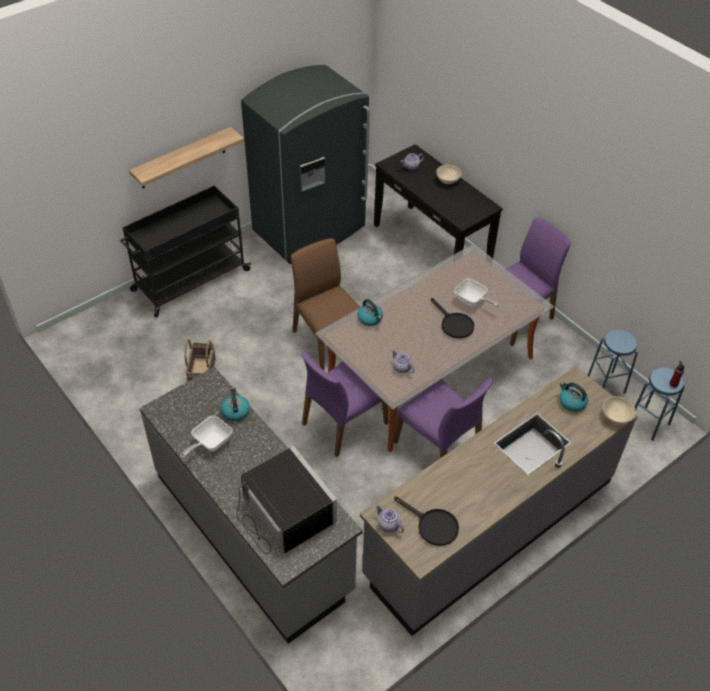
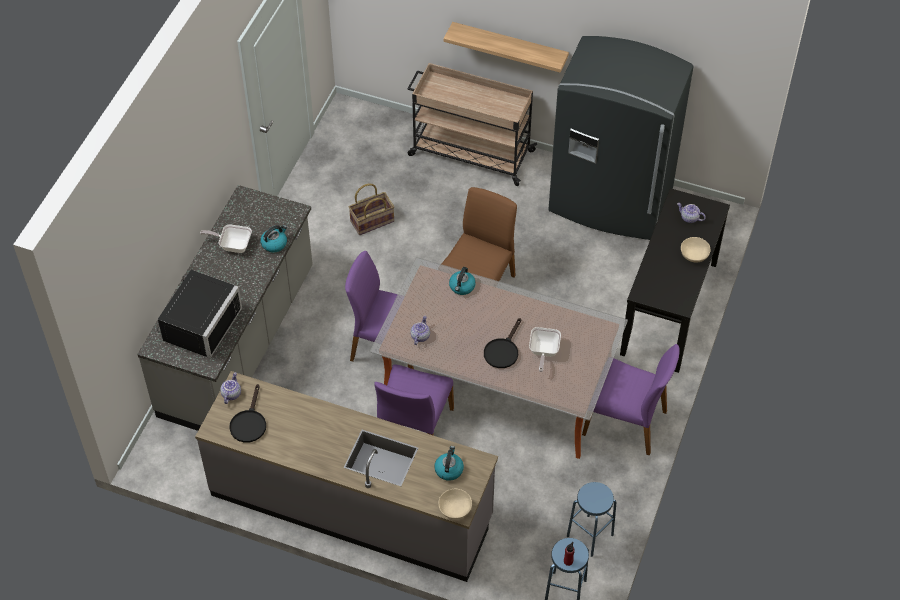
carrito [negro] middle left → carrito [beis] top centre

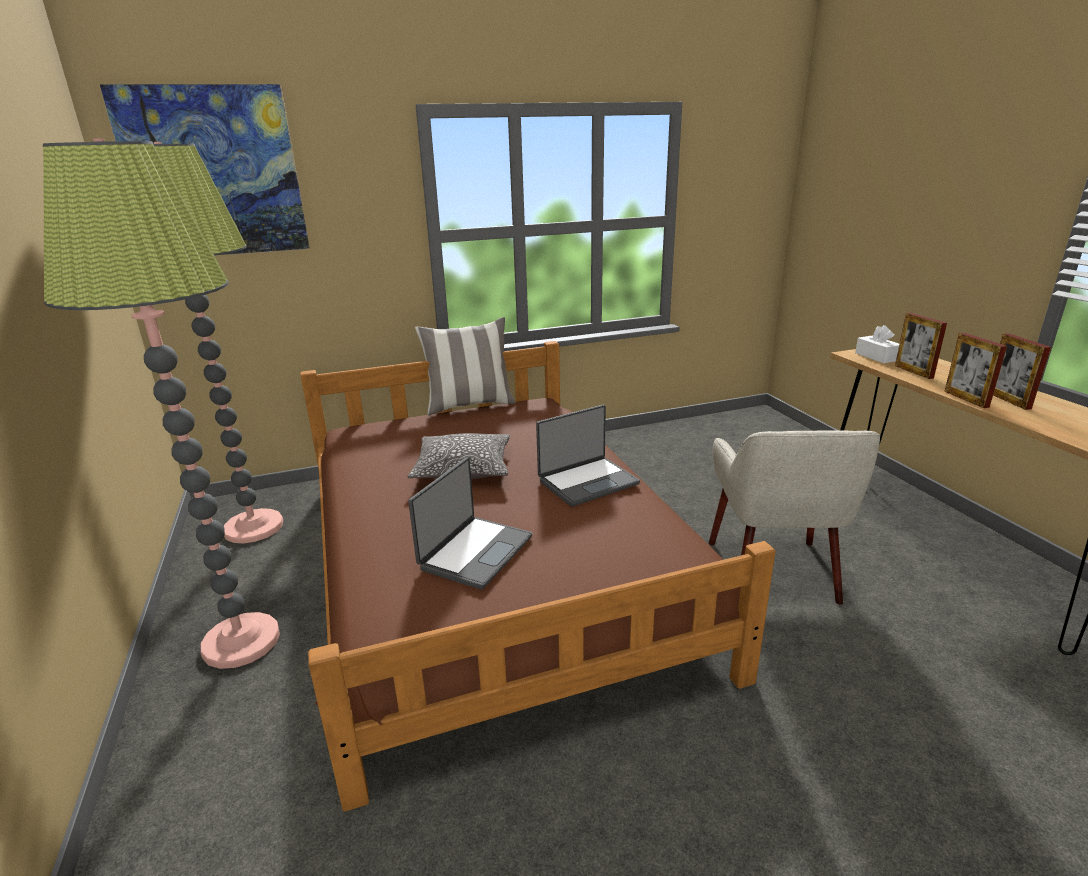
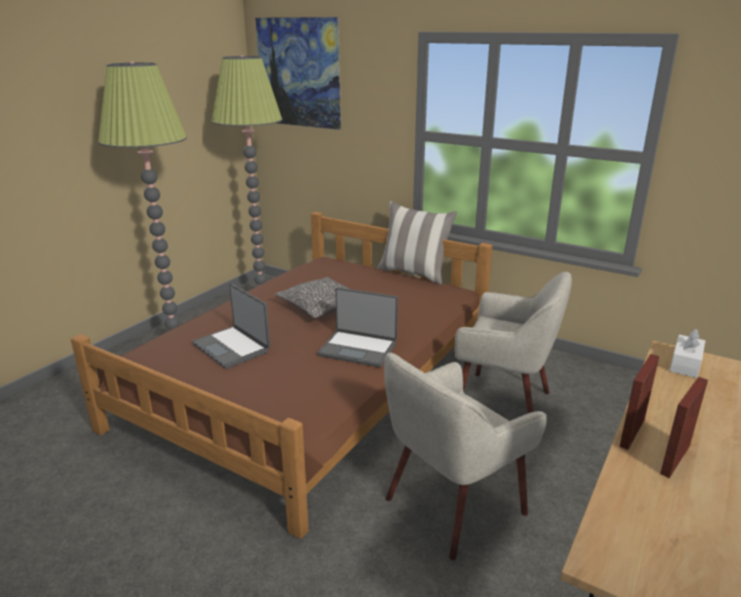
portátil (no. 1 from left) centre → portátil (no. 1 from left) middle left, 60 degrees clockwise
- → sillón [beis] (no. 2 from left) middle right
portarretratos (no. 1 from left) middle right → -

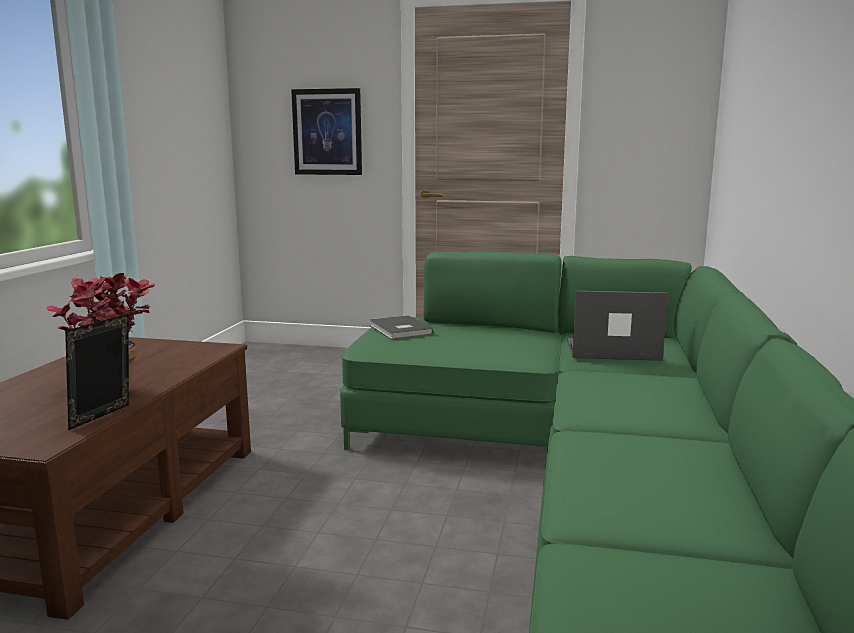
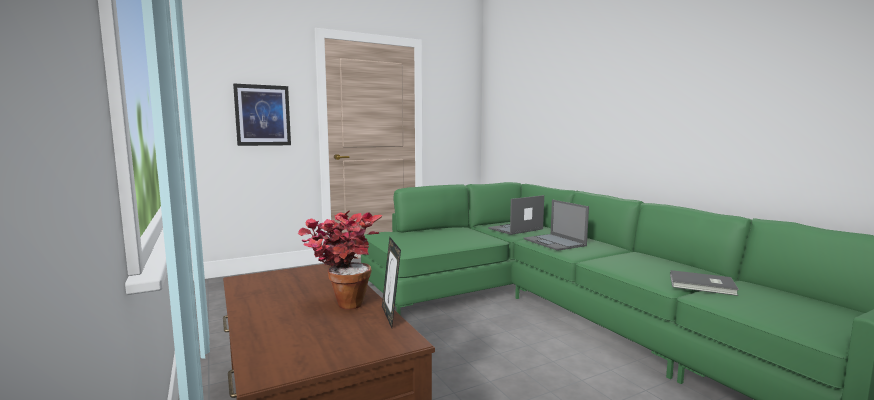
- → portátil (no. 2 from left) centre
libro [gris] centre → libro [gris] bottom right, relocated

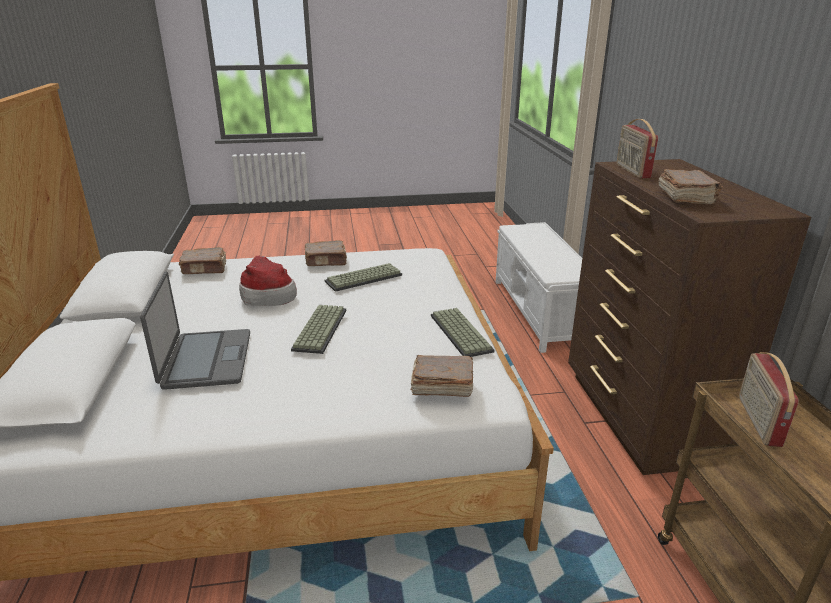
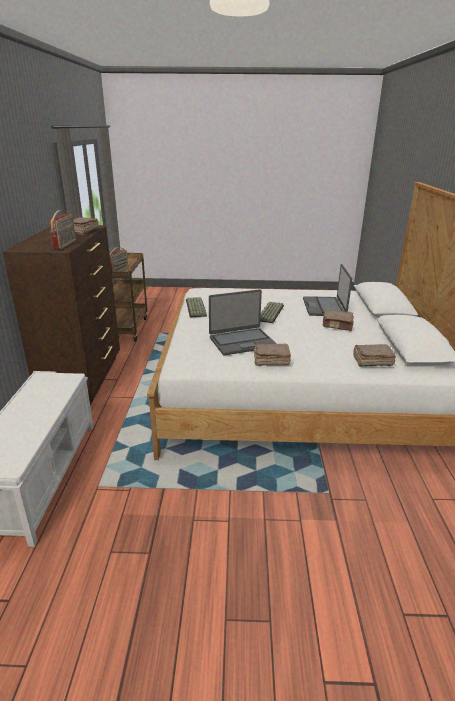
teclado (no. 2 from left) centre → portátil (no. 1 from left) centre
libro [marrón] (no. 3 from left) centre → libro [marrón] (no. 3 from left) middle right, relocated
sombrero middle left → -

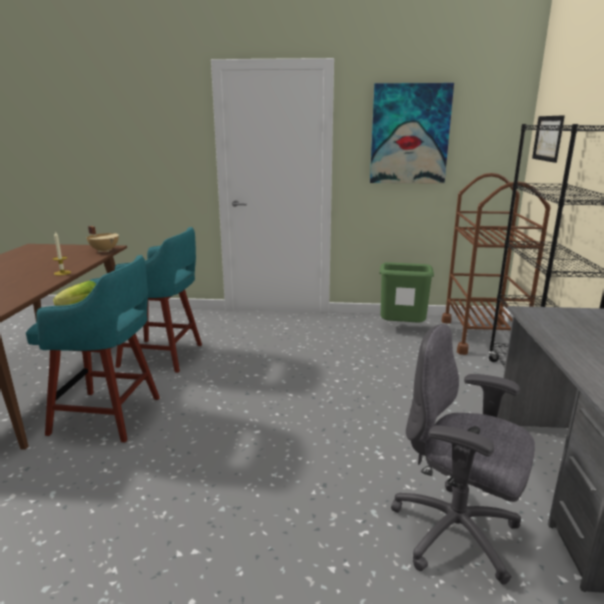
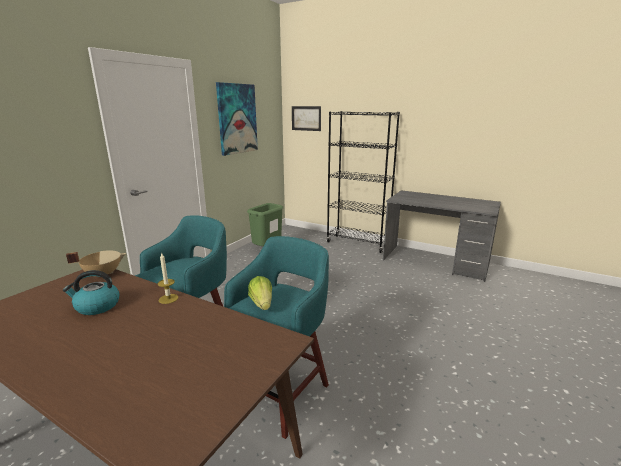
- → hervidor middle left
silla de oficina [gris] bottom right → -
carrito [marrón] middle right → -

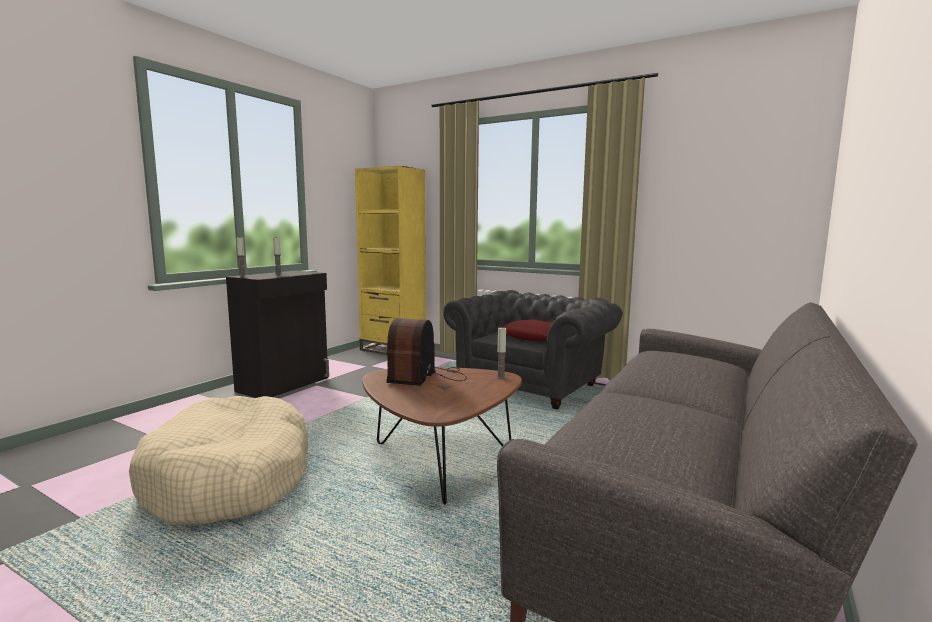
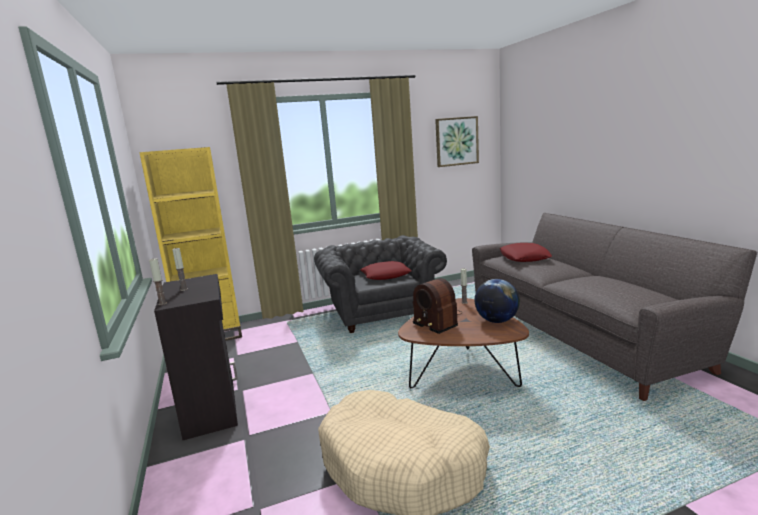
- → cuadro top centre
- → globo terráqueo centre
- → cojín [rojo] (no. 2 from left) middle right

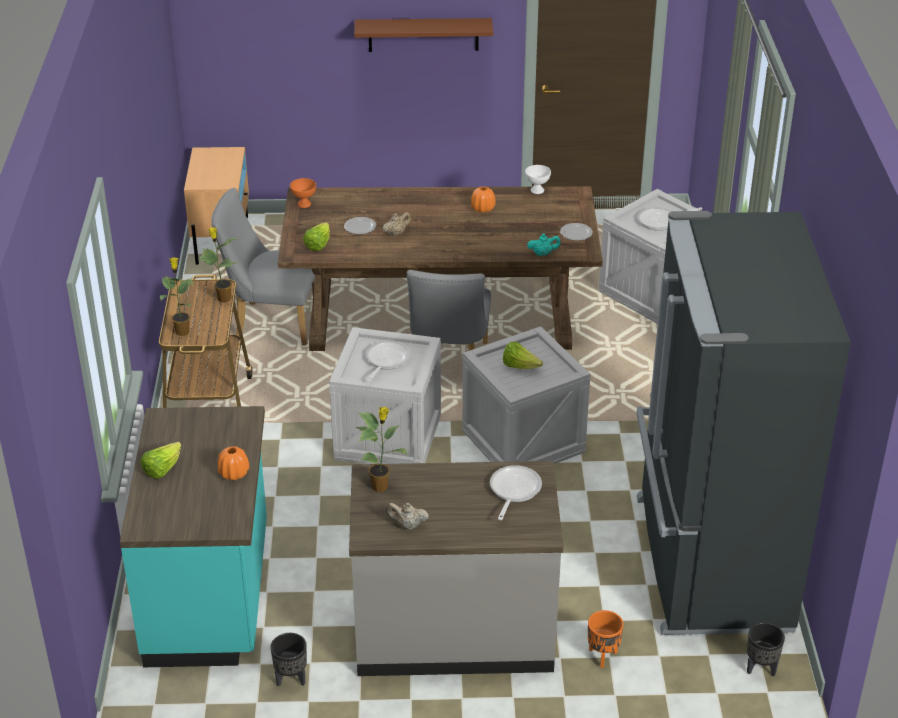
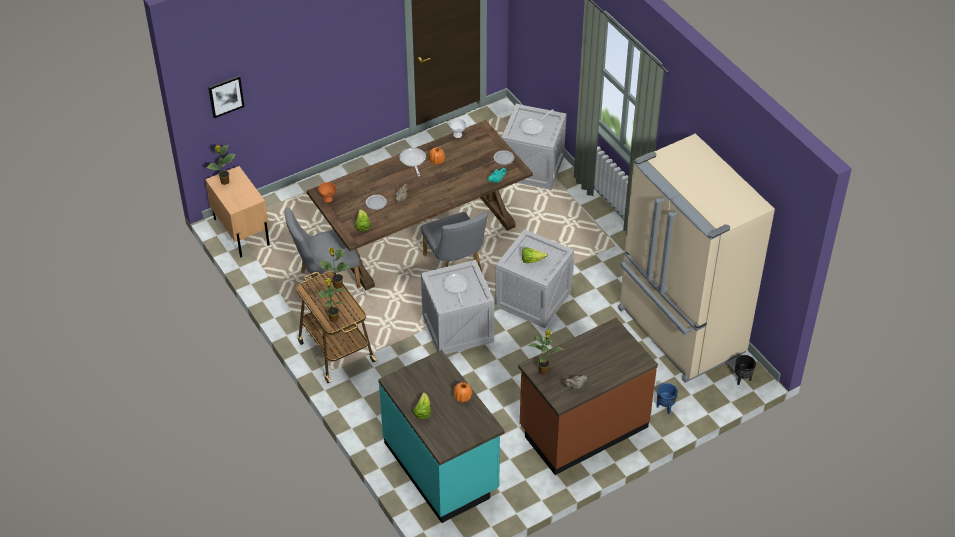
- → planta en maceta (no. 1 from left) top left
- → cuadro top left
sartén (no. 2 from left in the first image) bottom centre → sartén (no. 1 from left) top centre, relocated
mueble bajo de cocina [gris] bottom centre → mueble bajo de cocina [marrón] bottom centre
nevera [negro] middle right → nevera [beis] middle right
maceta [naranja] bottom right → maceta [azul] bottom right
maceta [negro] (no. 1 from left) bottom left → -
estante [marrón] top centre → -

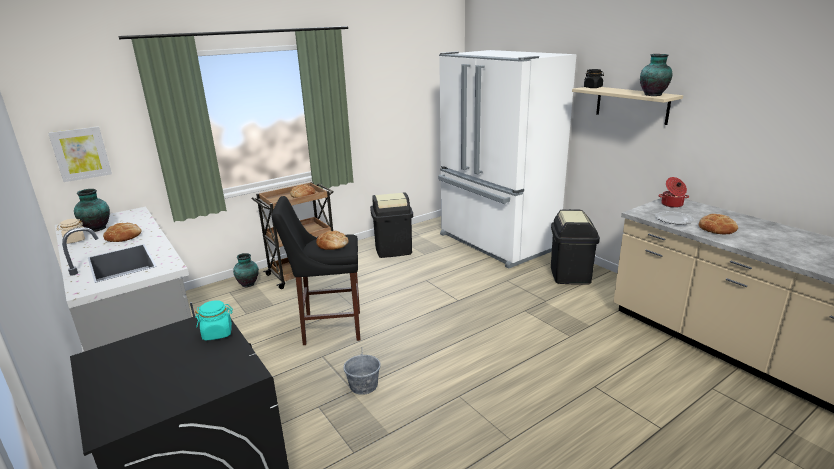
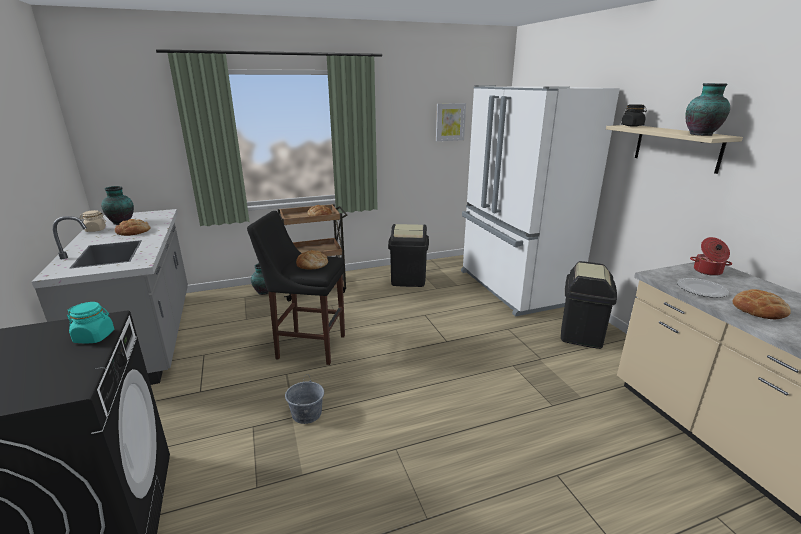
cuadro top left → cuadro top centre, relocated

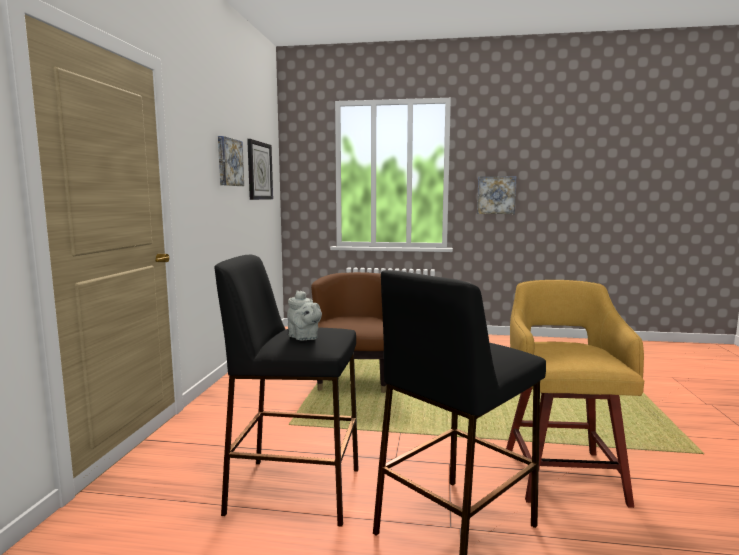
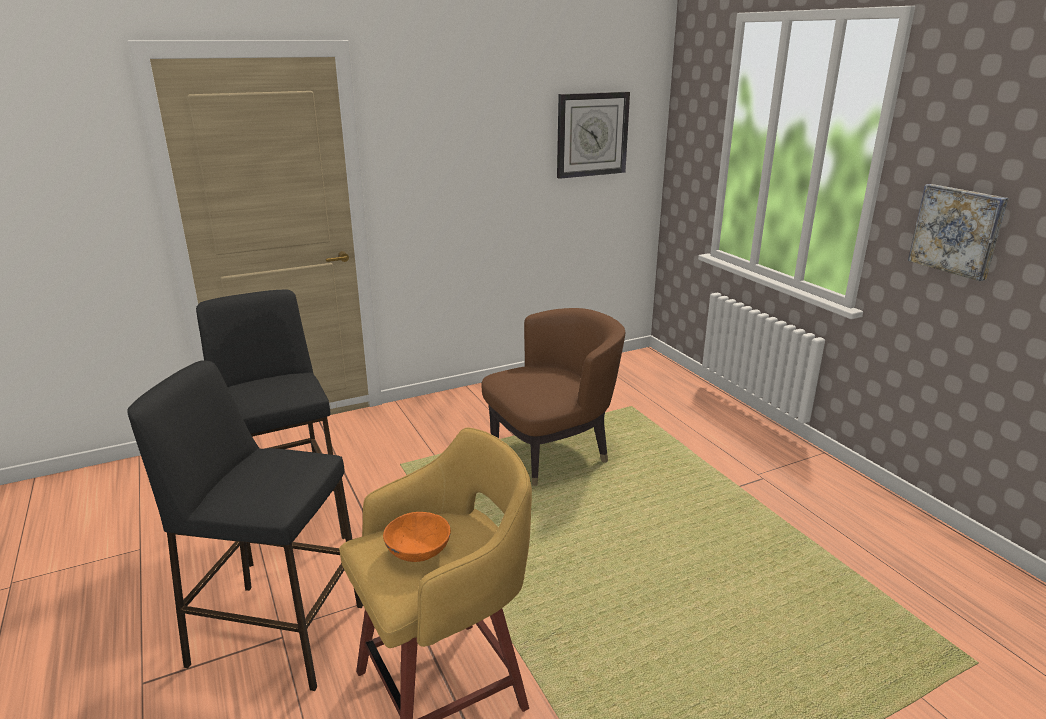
- → cuenco [naranja] bottom centre
cuadro (no. 1 from left) top left → -
tetera [gris] centre → -

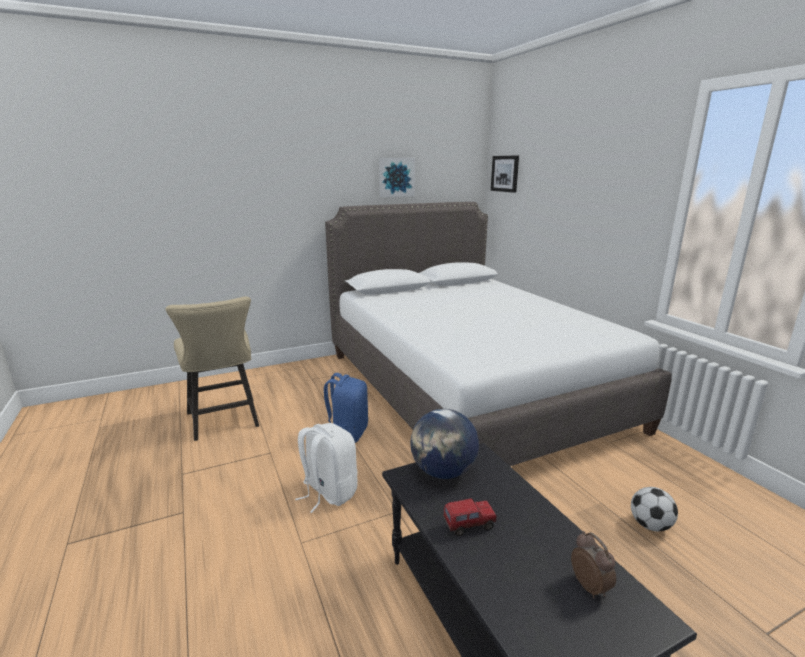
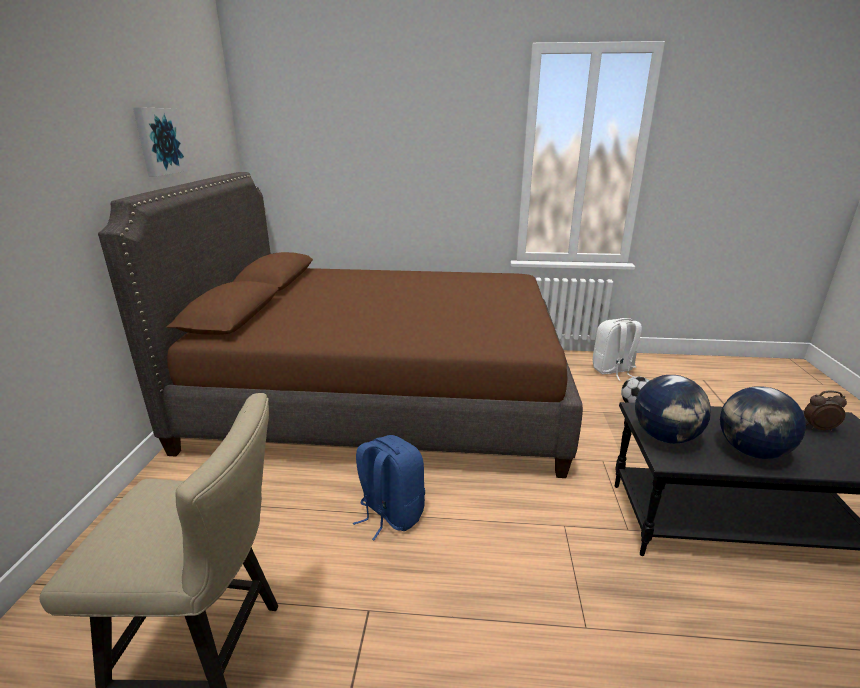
cama [blanco] centre → cama [marrón] centre
mochila [blanco] bottom centre → mochila [blanco] middle right, relocated
camión de juguete bottom centre → globo terráqueo (no. 2 from left) middle right
cuadro (no. 2 from left) top centre → -

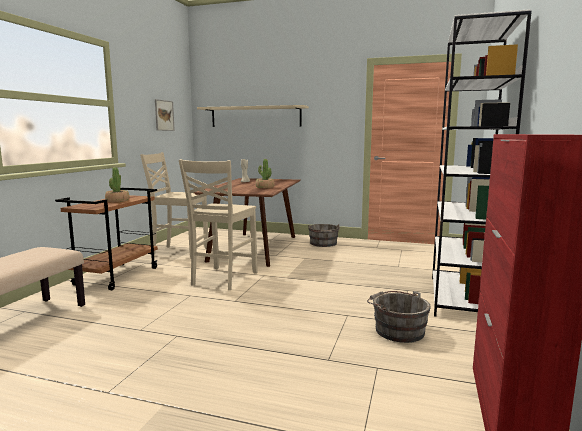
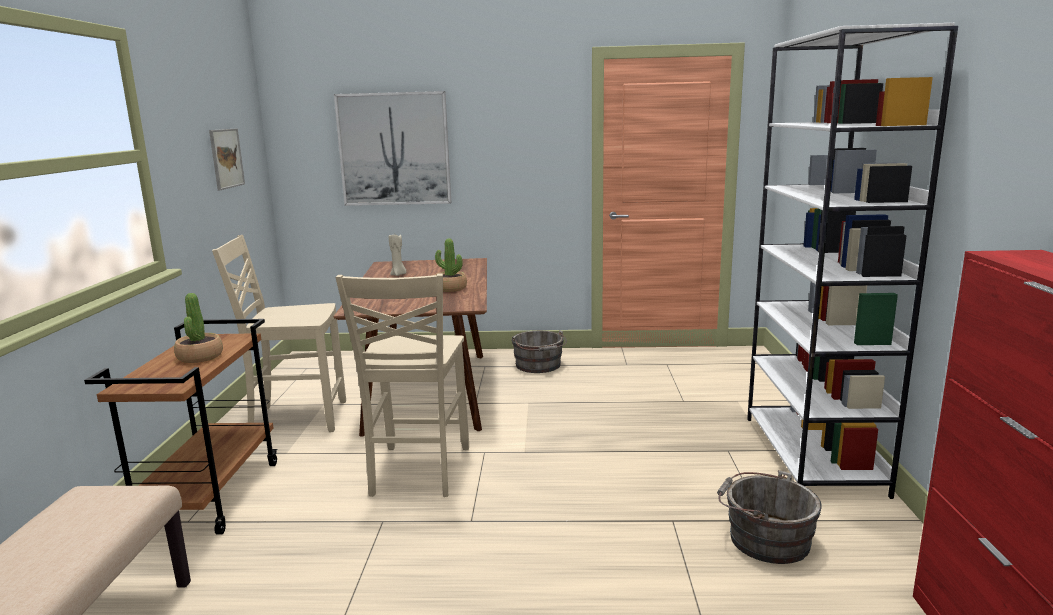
estante [beis] top centre → cuadro (no. 2 from left) top centre

